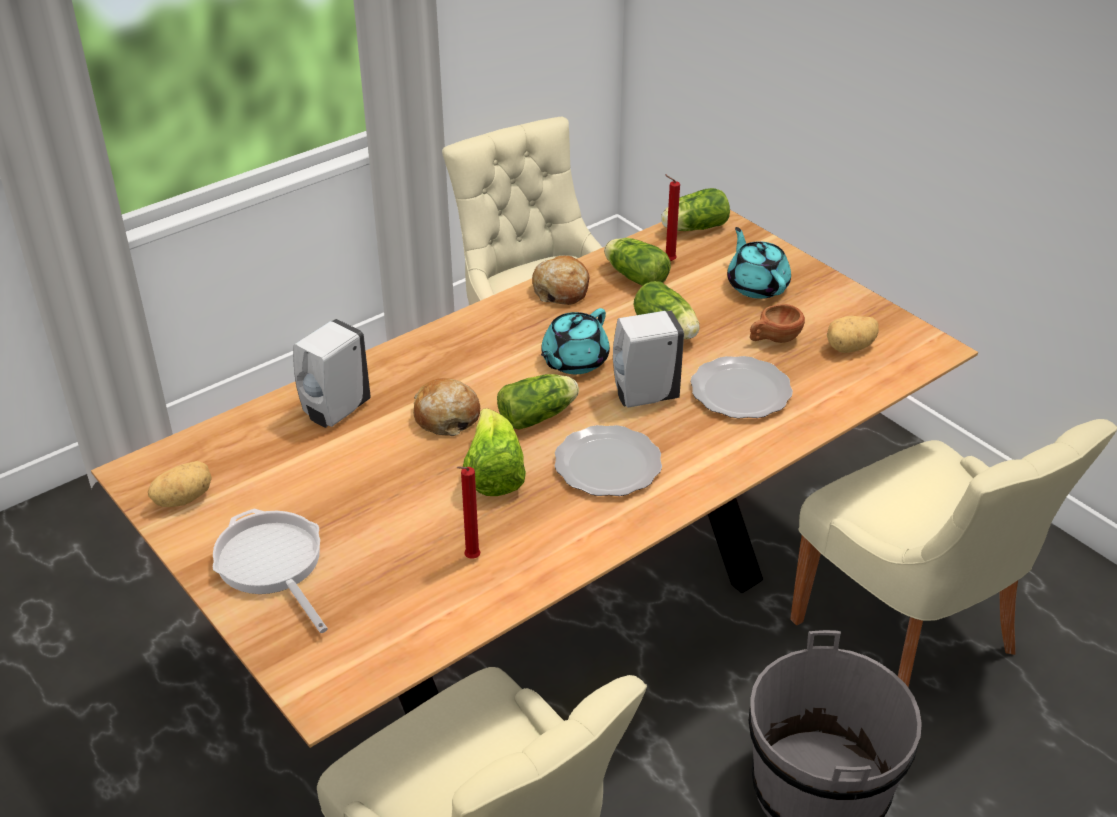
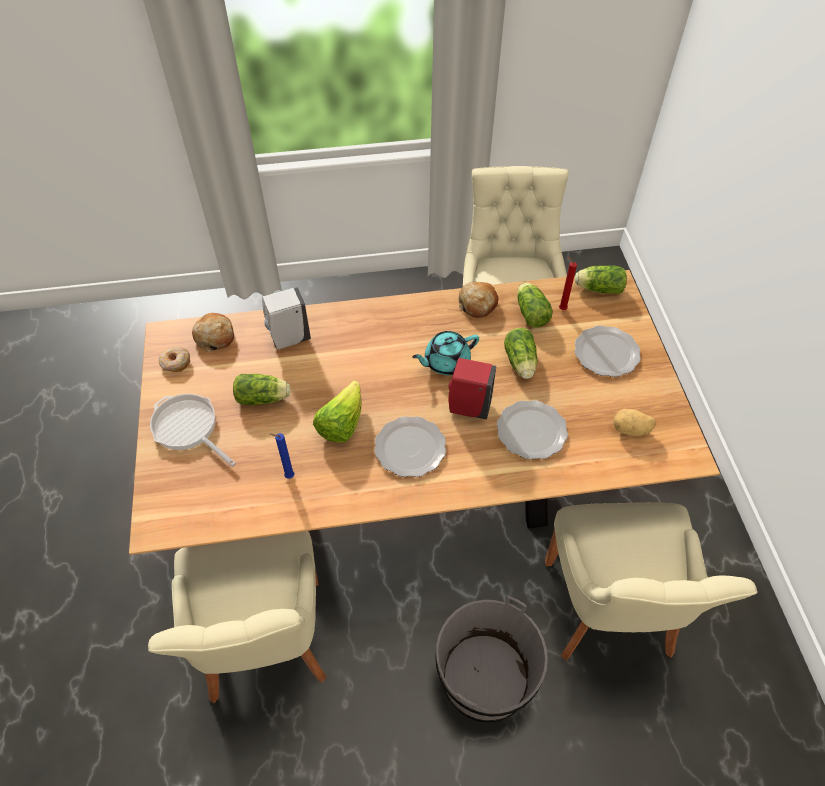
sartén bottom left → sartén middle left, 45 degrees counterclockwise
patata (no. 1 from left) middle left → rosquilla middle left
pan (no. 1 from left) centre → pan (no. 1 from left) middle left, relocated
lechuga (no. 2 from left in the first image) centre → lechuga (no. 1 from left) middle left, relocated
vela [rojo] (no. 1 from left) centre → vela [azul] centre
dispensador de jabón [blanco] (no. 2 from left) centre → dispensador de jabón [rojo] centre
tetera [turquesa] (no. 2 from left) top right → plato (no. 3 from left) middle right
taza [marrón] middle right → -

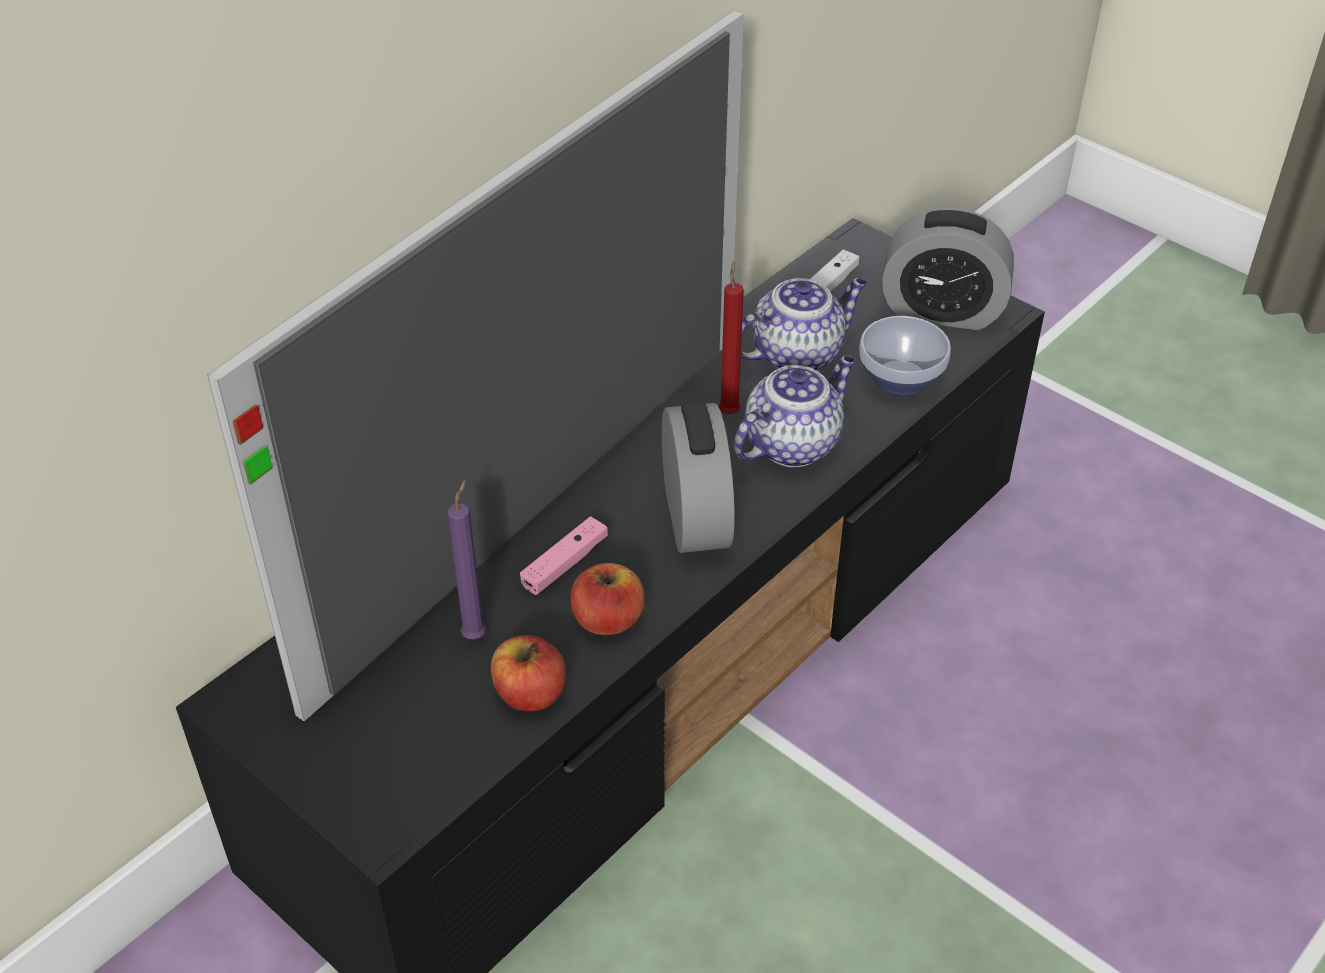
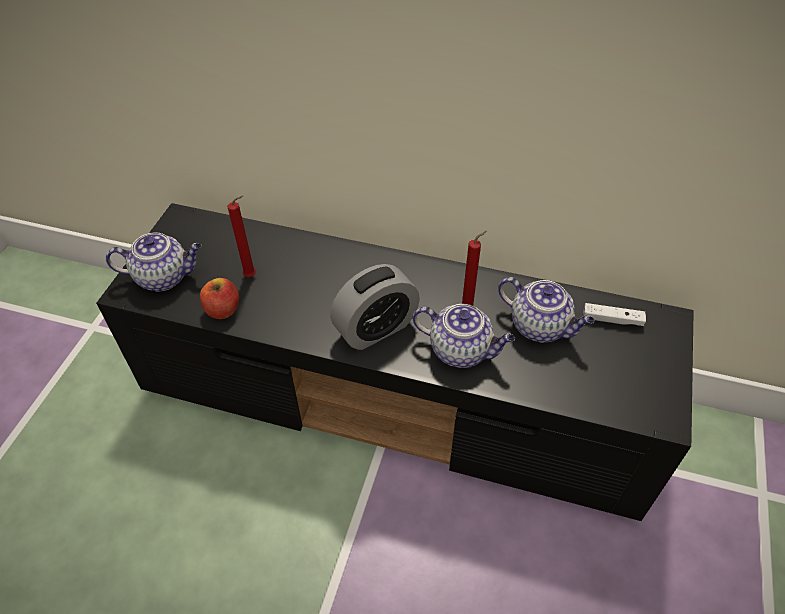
- → tetera (no. 1 from left) middle left
vela [morado] centre → vela [rojo] (no. 1 from left) middle left
televisor centre → -
mando de consola [rosa] centre → -
manzana (no. 2 from left) centre → -
cuenco middle right → -
despertador (no. 2 from left) top right → -

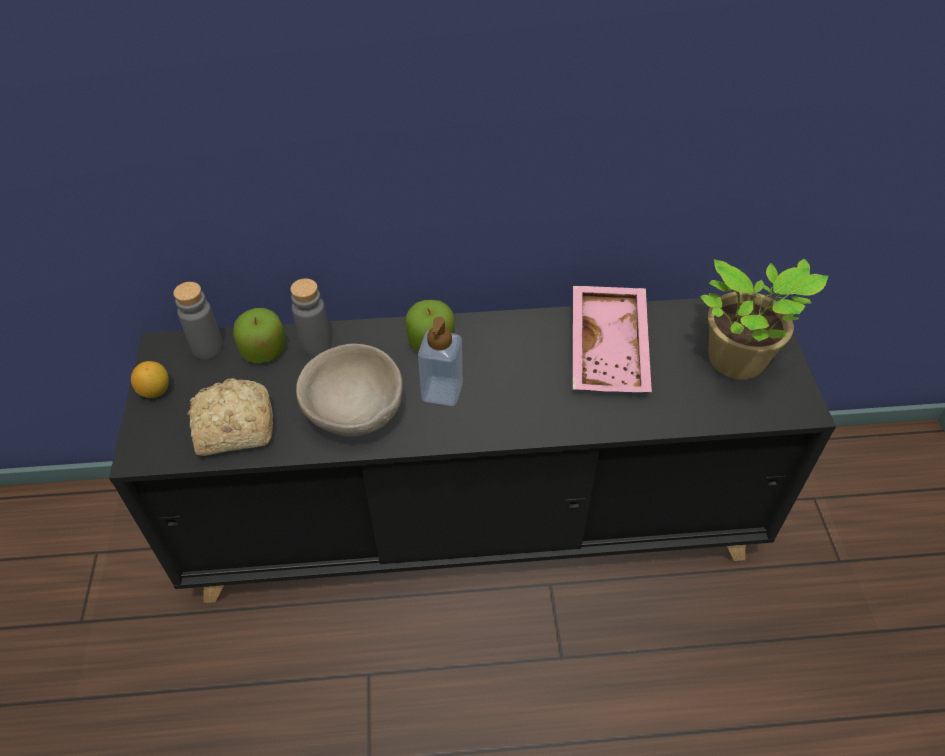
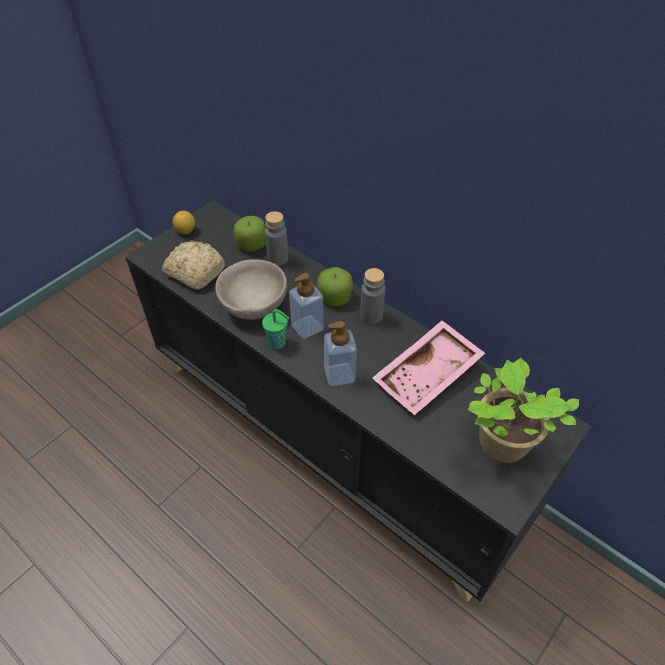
- → taza [verde] centre
- → dispensador de jabón (no. 2 from left) centre
botella [gris] (no. 1 from left in the first image) middle left → botella [gris] (no. 2 from left) centre, relocated

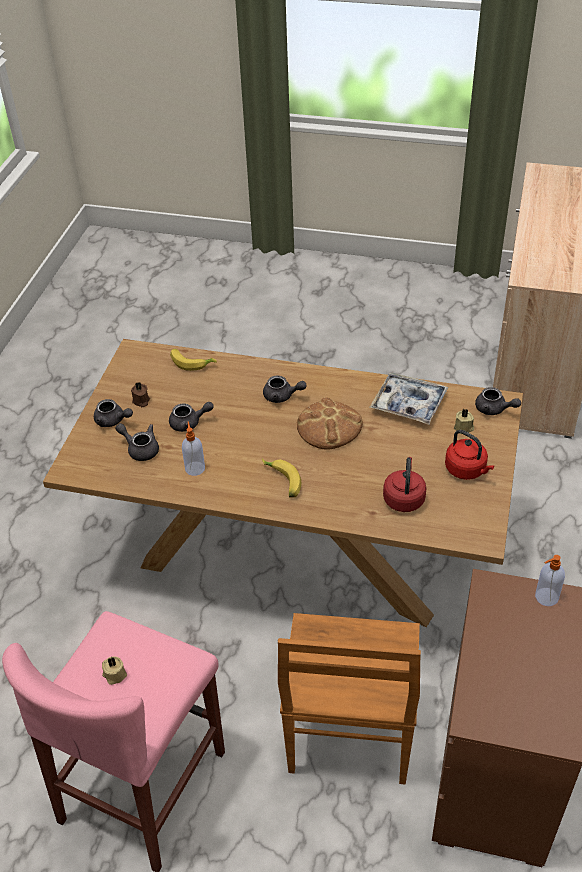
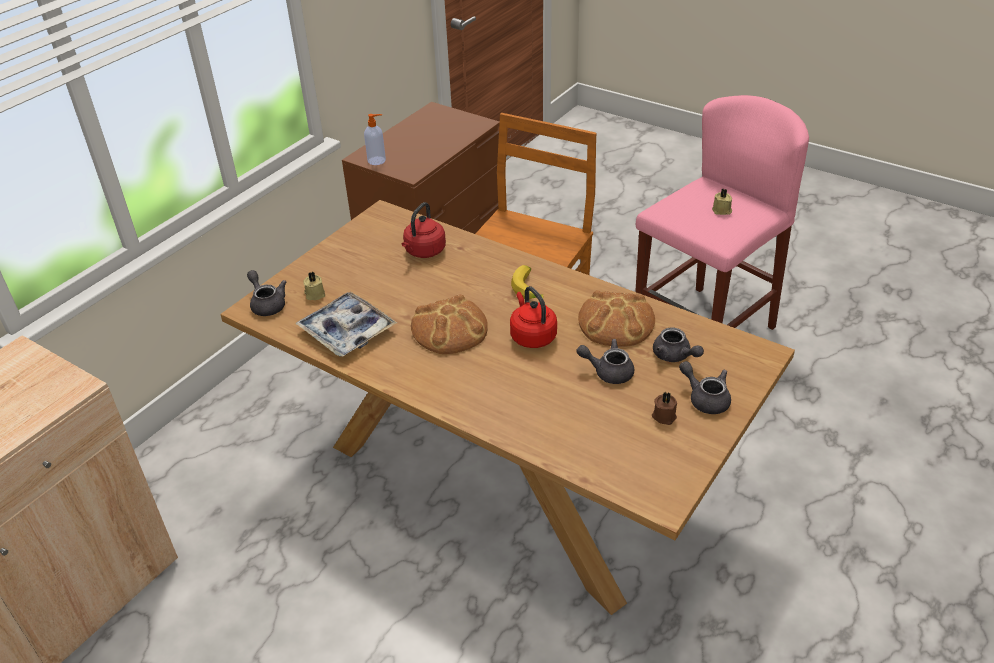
hervidor [rojo] (no. 2 from left) middle right → hervidor [rojo] (no. 2 from left) centre, relocated
dispensador de jabón (no. 1 from left) middle left → pan (no. 2 from left) centre
plátano (no. 1 from left) middle left → -
tetera [gris] (no. 4 from left) centre → -

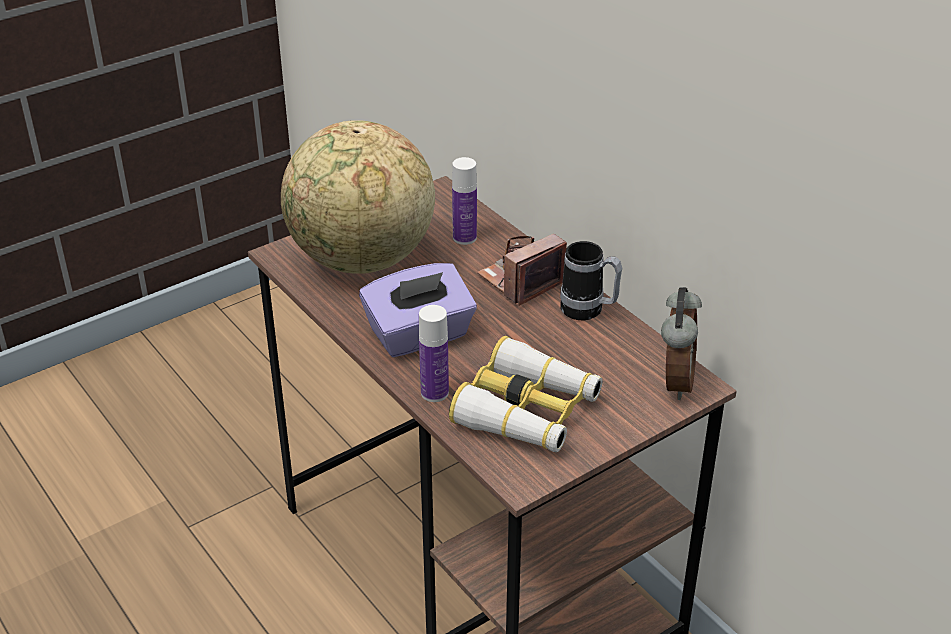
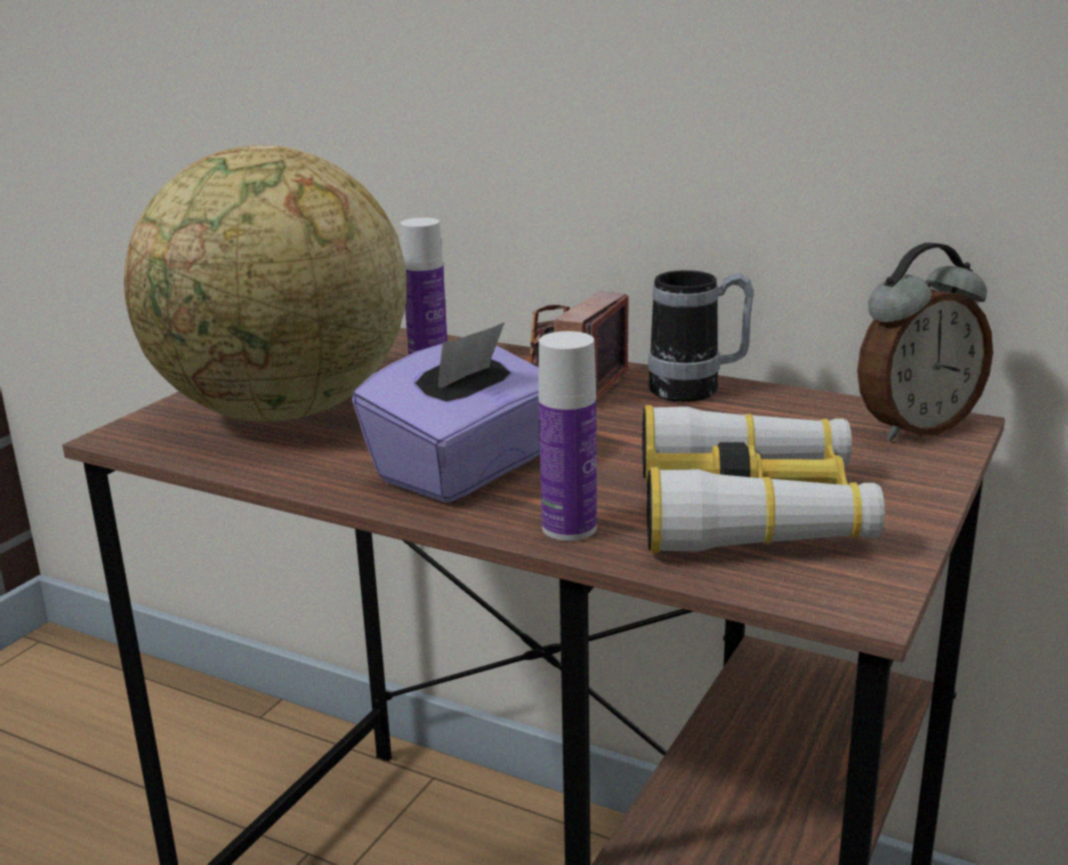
despertador middle right, 75 degrees clockwise

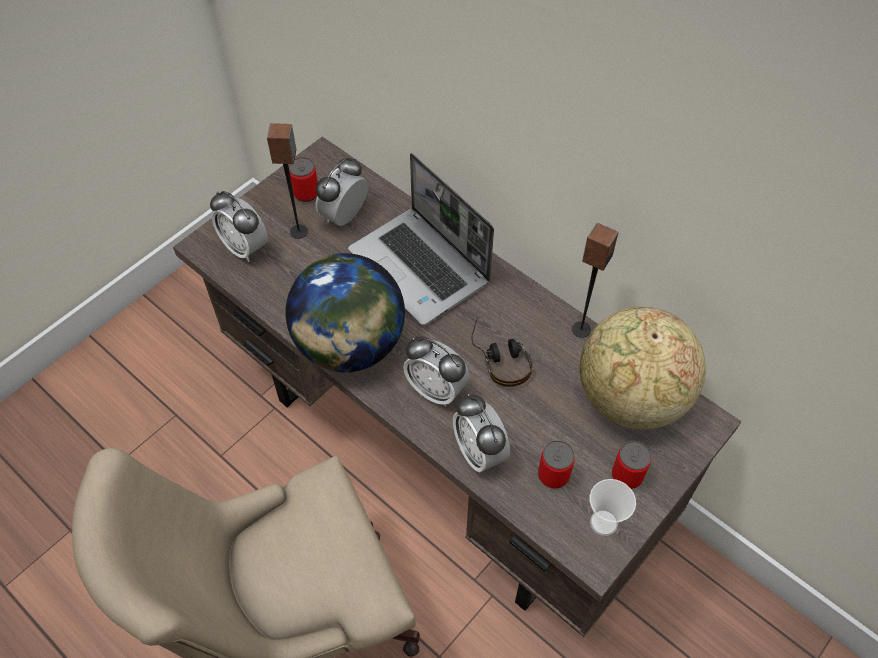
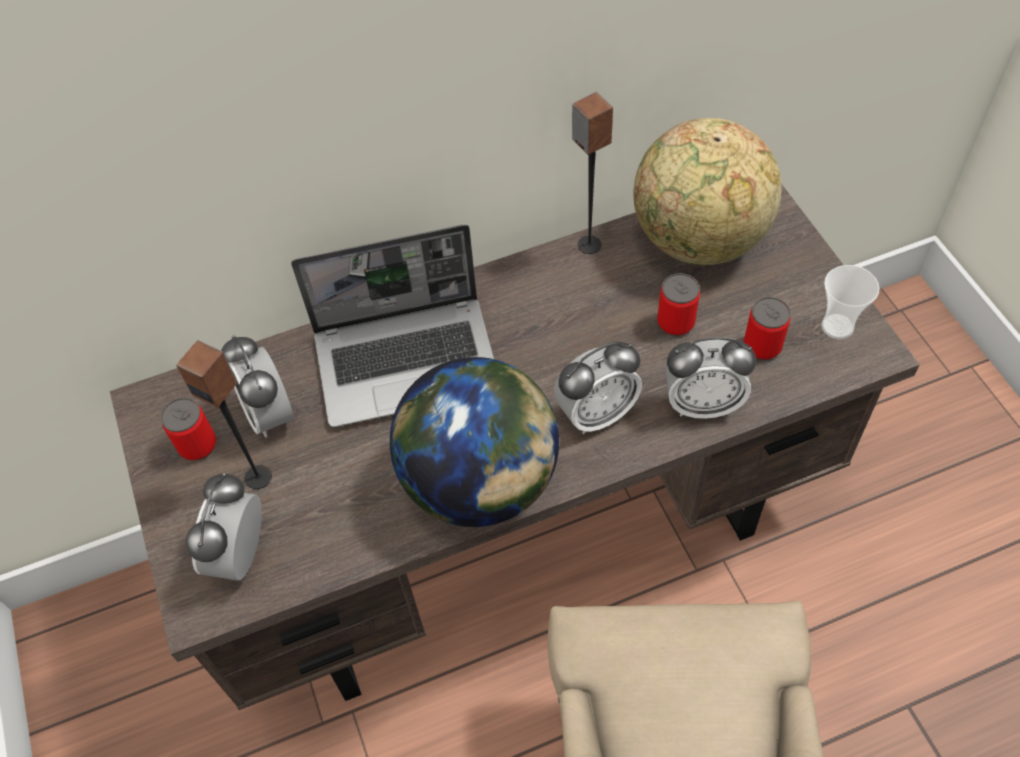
despertador (no. 1 from left) middle left → despertador (no. 1 from left) bottom left, 120 degrees clockwise
lata (no. 3 from left in the first image) bottom right → lata (no. 2 from left) centre, relocated
auriculares centre → -

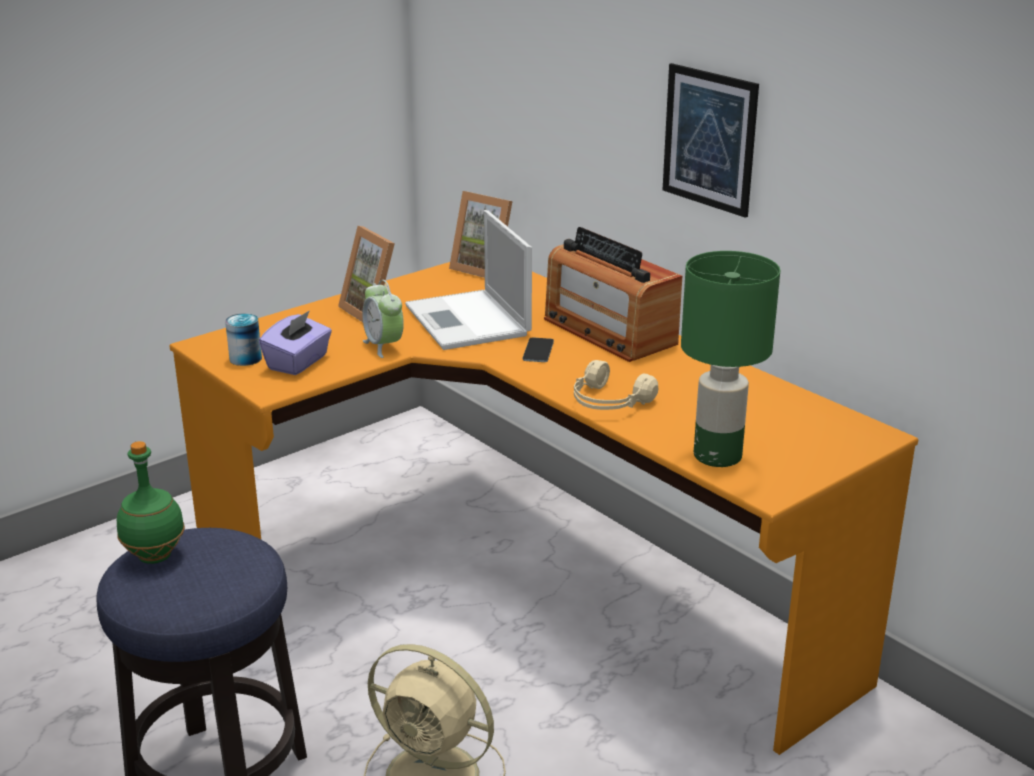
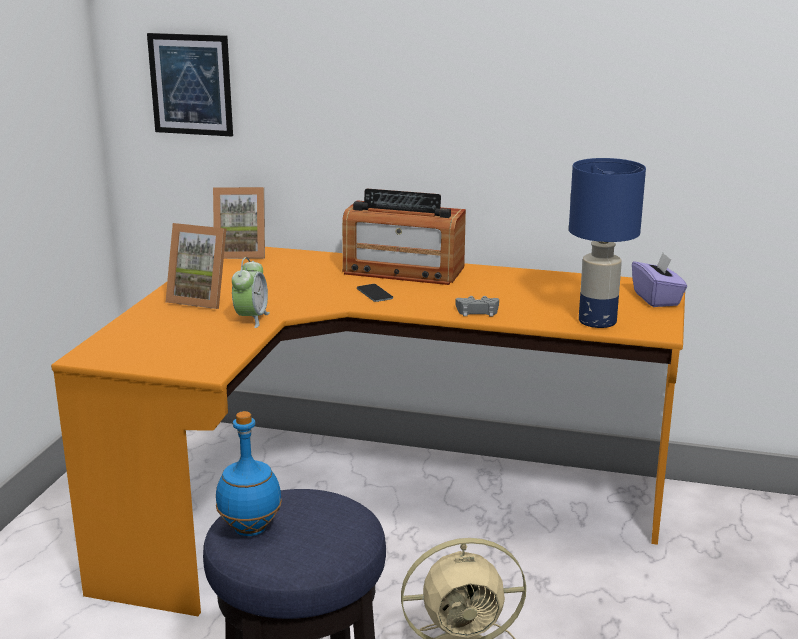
cuadro top right → cuadro top left, relocated
botella [verde] middle left → botella [azul] bottom left
despertador centre → despertador middle left, 105 degrees counterclockwise
auriculares [beis] centre → mando de consola [gris] centre
lámpara de mesa [verde] middle right → lámpara de mesa [azul] middle right
caja de pañuelos [morado] middle left → caja de pañuelos [morado] middle right, relocated
lata middle left → -
portátil centre → -

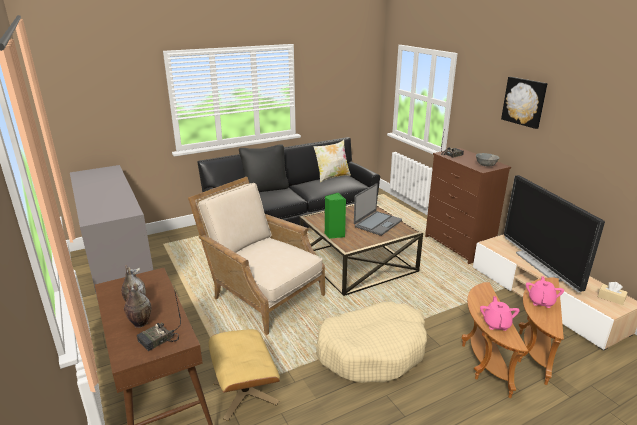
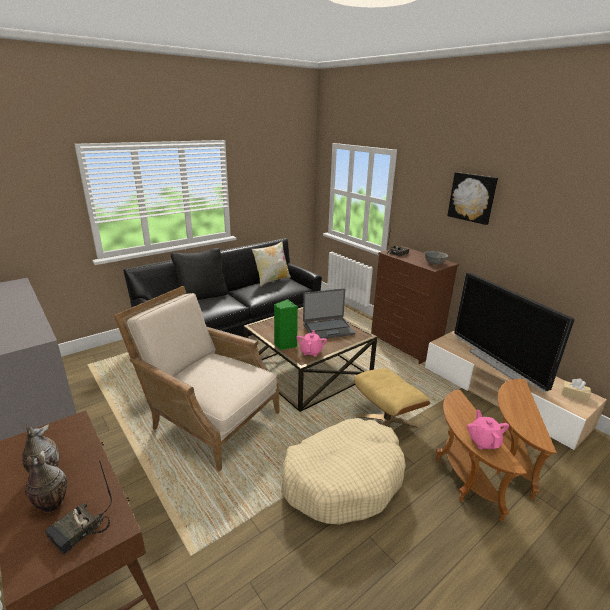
tetera [rosa] (no. 2 from left in the first image) bottom right → tetera [rosa] (no. 1 from left) centre, relocated
portátil centre, 45 degrees clockwise
puf [beis] bottom centre → puf [beis] centre, relocated

